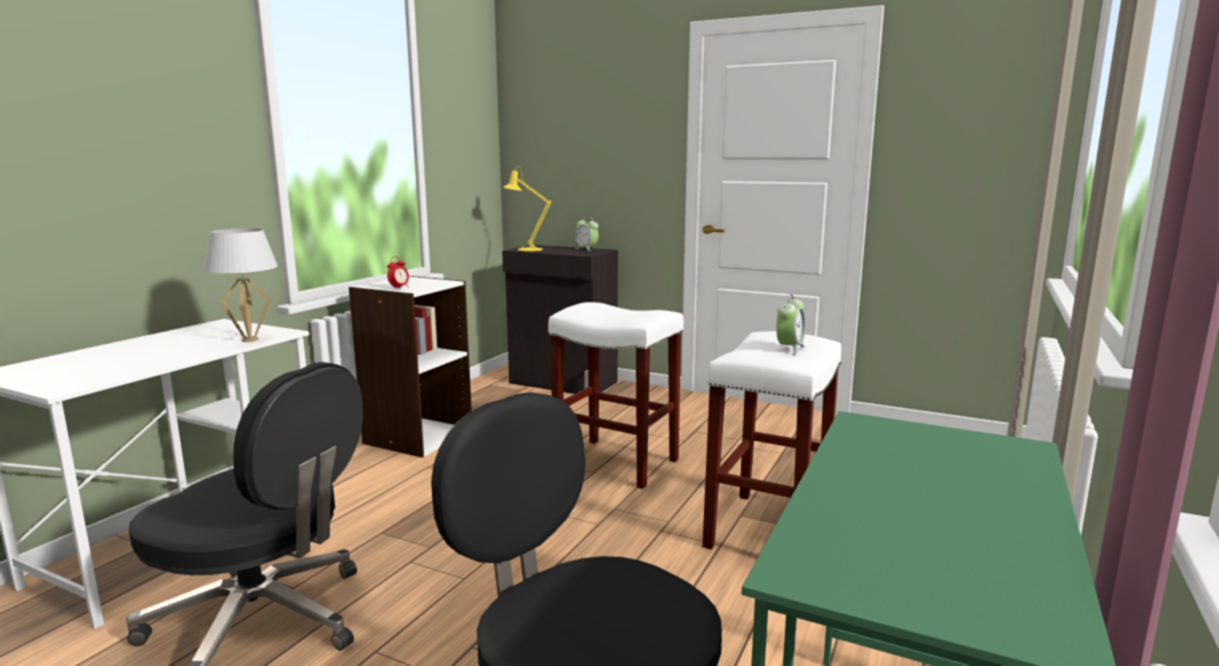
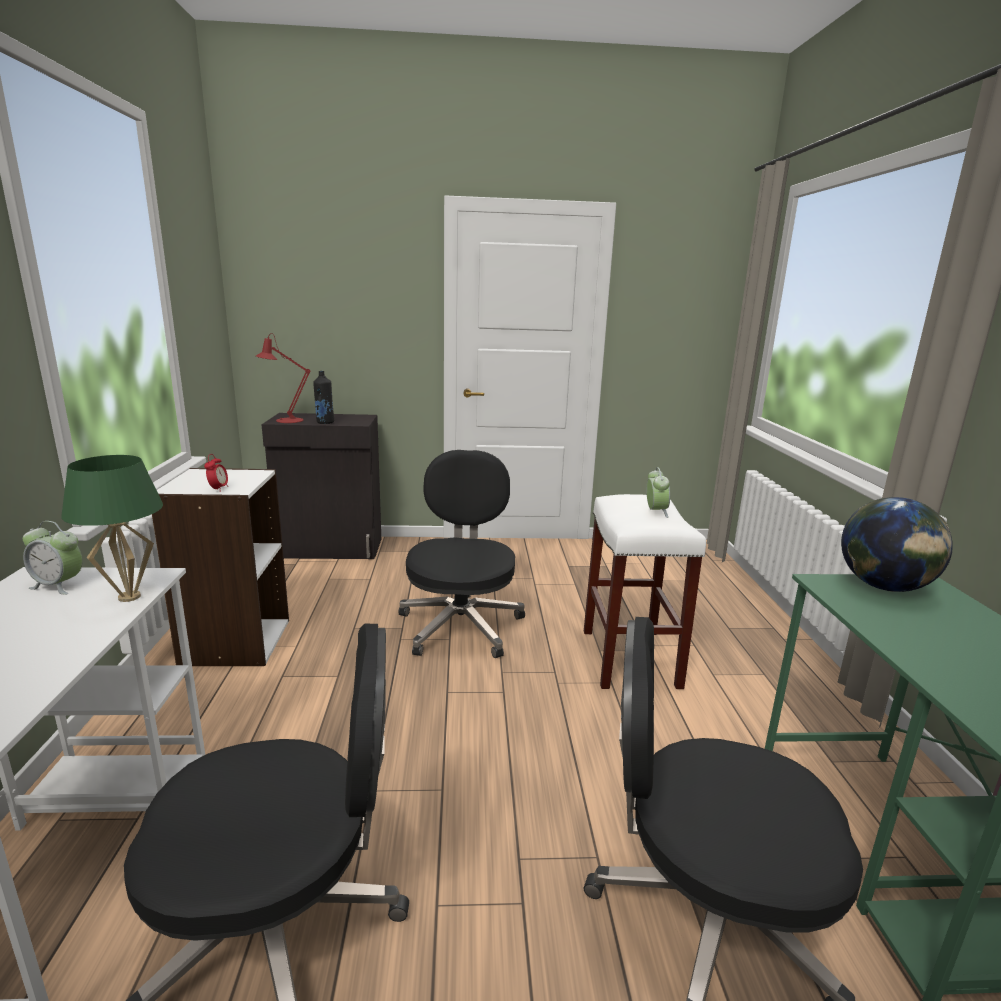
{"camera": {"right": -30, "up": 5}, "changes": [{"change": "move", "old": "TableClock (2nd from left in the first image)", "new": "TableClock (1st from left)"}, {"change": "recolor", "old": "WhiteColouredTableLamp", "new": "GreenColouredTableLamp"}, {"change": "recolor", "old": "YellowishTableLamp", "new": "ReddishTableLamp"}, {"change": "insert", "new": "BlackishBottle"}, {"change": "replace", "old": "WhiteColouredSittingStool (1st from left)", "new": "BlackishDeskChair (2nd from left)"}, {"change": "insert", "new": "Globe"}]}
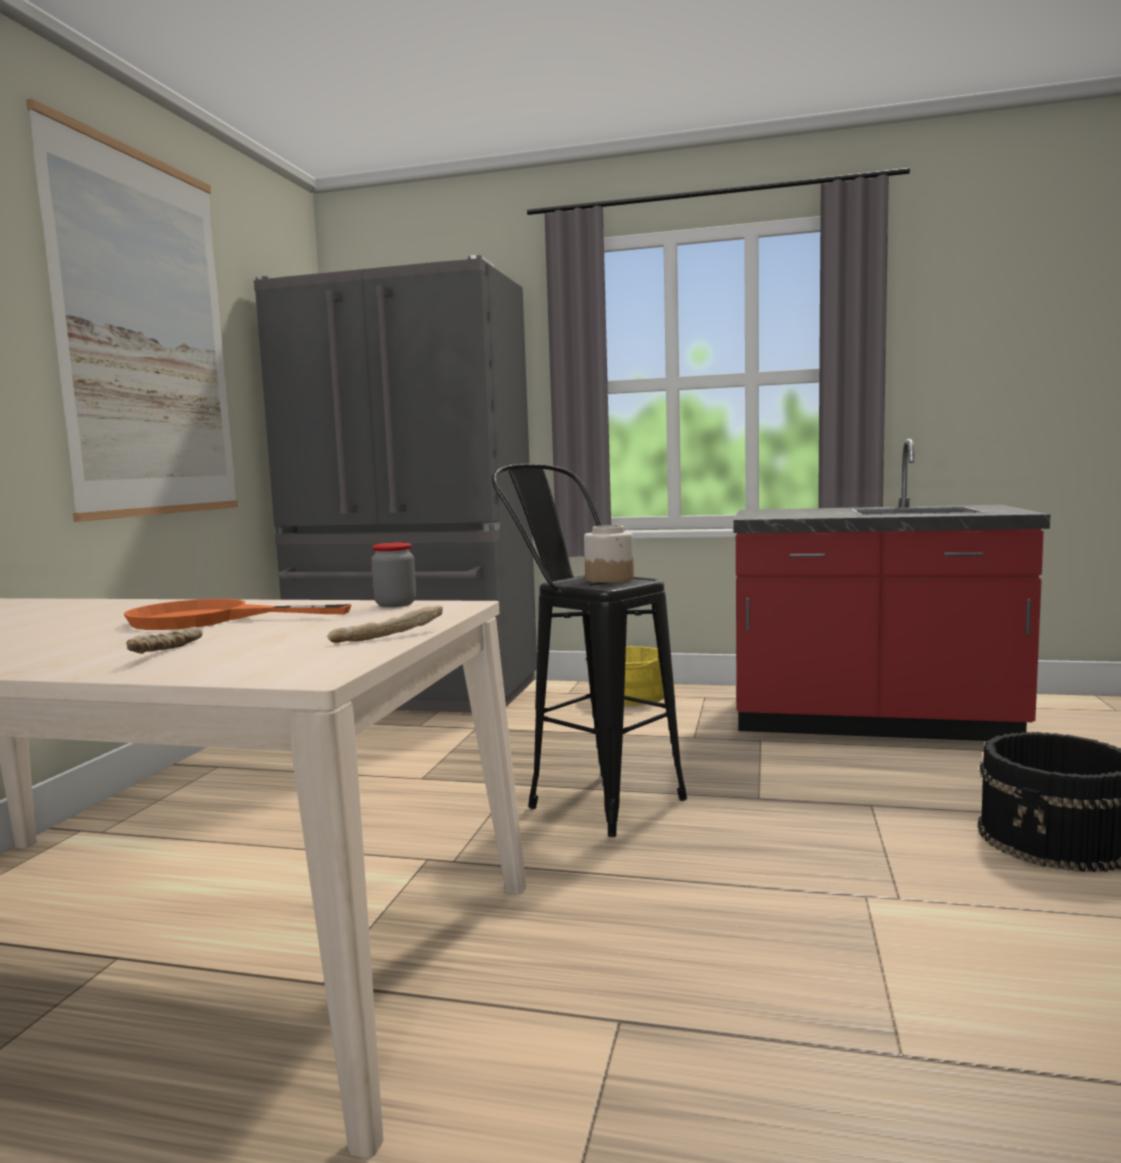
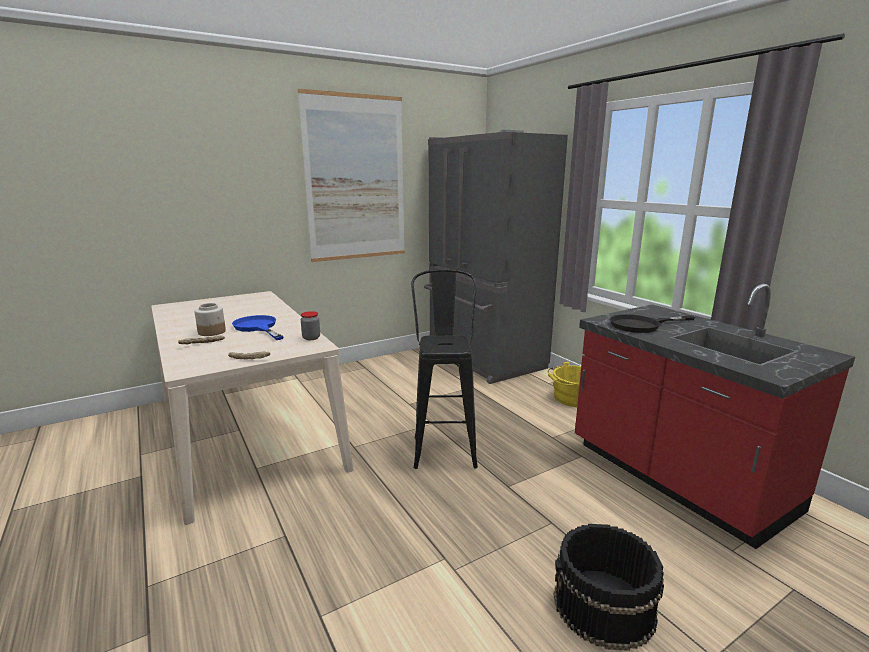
{"camera": {"right": 45, "up": 10}, "changes": [{"change": "move", "old": "Jar (2nd from left in the first image)", "new": "Jar (1st from left)"}, {"change": "recolor", "old": "OrangeyFryingPan", "new": "BlueColouredFryingPan"}, {"change": "insert", "new": "BlackishFryingPan"}]}
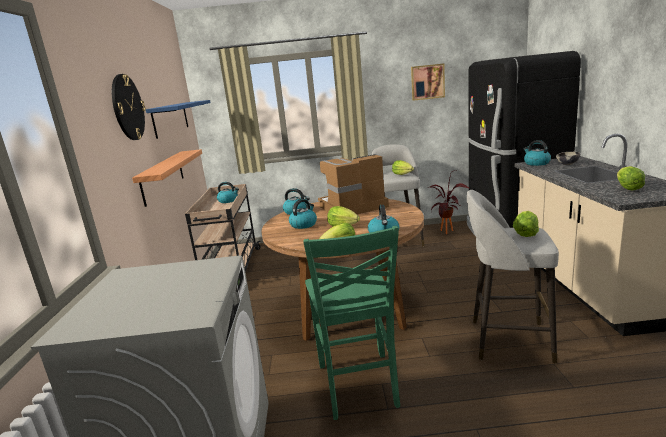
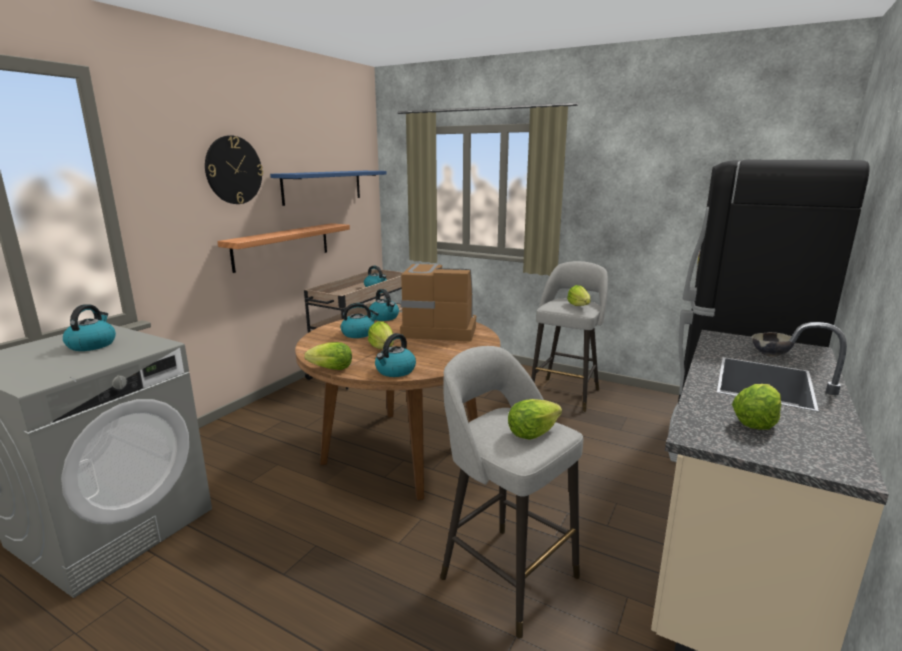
{"camera": {"right": 30, "up": 0}, "changes": [{"change": "move", "old": "Kettle (5th from left in the first image)", "new": "Kettle (1st from left)"}, {"change": "delete", "old": "GreenColouredUprightChair"}, {"change": "delete", "old": "WallPicture"}, {"change": "delete", "old": "PottedPlant"}]}
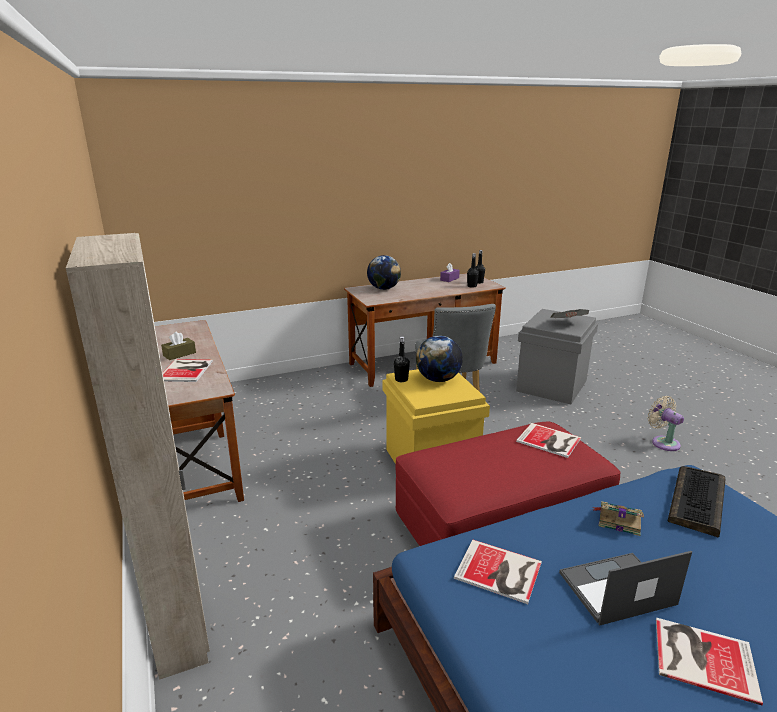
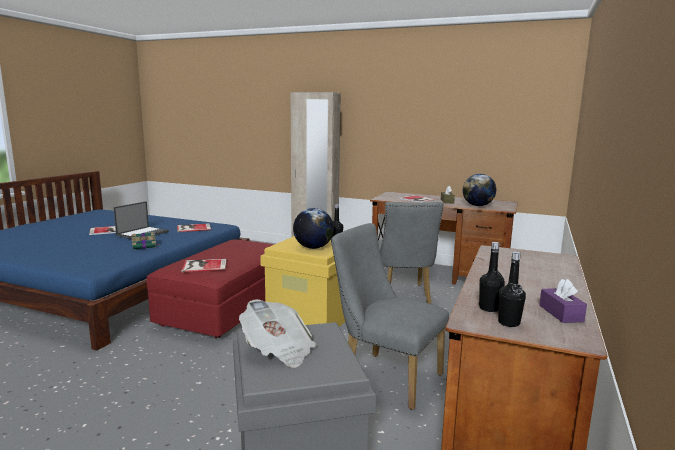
{"camera": {"right": 135, "up": -10}, "changes": [{"change": "insert", "new": "GreyishUprightChair (2nd from left)"}, {"change": "move", "old": "Globe (1st from left in the first image)", "new": "Globe (2nd from left)"}, {"change": "delete", "old": "BeigeCoolingFan"}, {"change": "delete", "old": "ComputerKeyboard"}]}
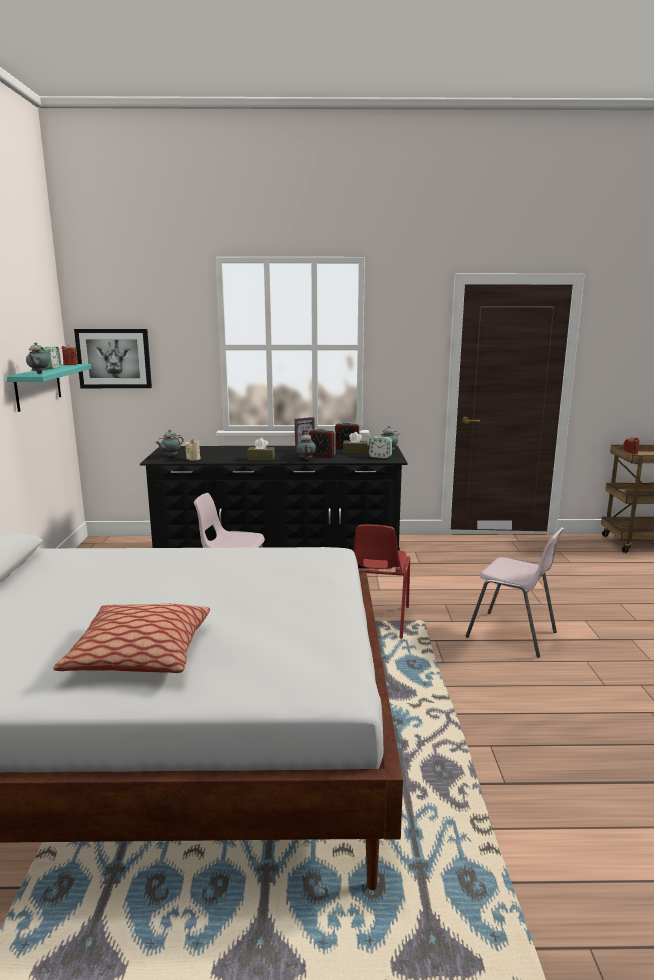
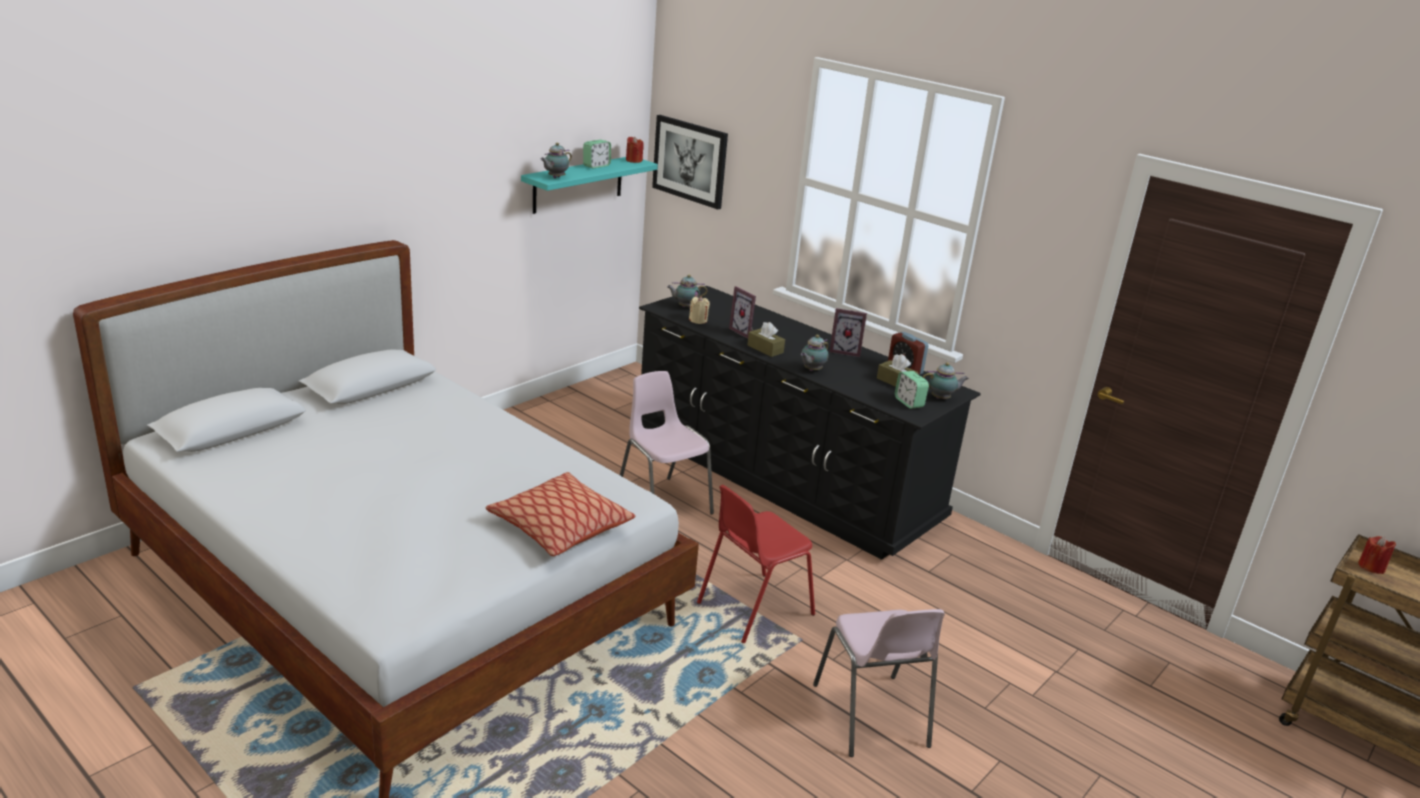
{"camera": {"right": 40, "up": 10}, "changes": [{"change": "move", "old": "Pillow"}, {"change": "insert", "new": "StandingFrame (1st from left)"}, {"change": "delete", "old": "TableClock (2nd from left)"}]}
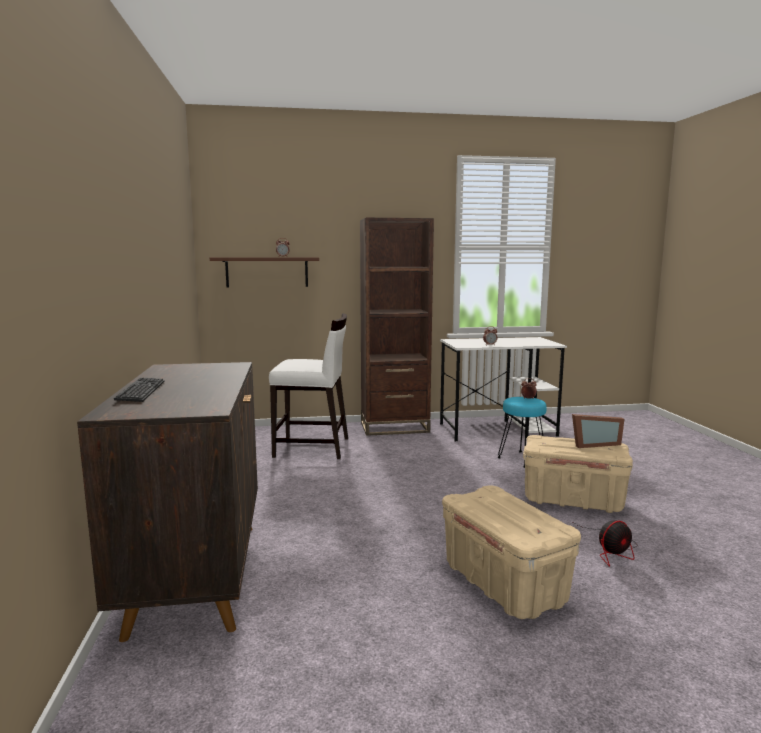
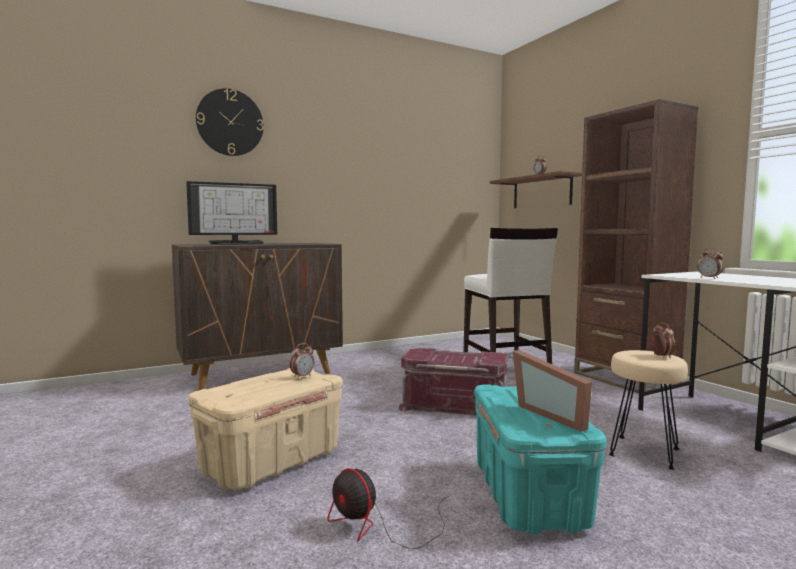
{"camera": {"right": 70, "up": -5}, "changes": [{"change": "insert", "new": "ComputerDisplay"}, {"change": "insert", "new": "WallClock"}, {"change": "insert", "new": "TableClock (1st from left)"}, {"change": "insert", "new": "ReddishStorageContainer"}, {"change": "recolor", "old": "BeigeStorageContainer (2nd from left)", "new": "BlueGreenStorageContainer"}, {"change": "recolor", "old": "BlueGreenSittingStool", "new": "BeigeSittingStool"}]}
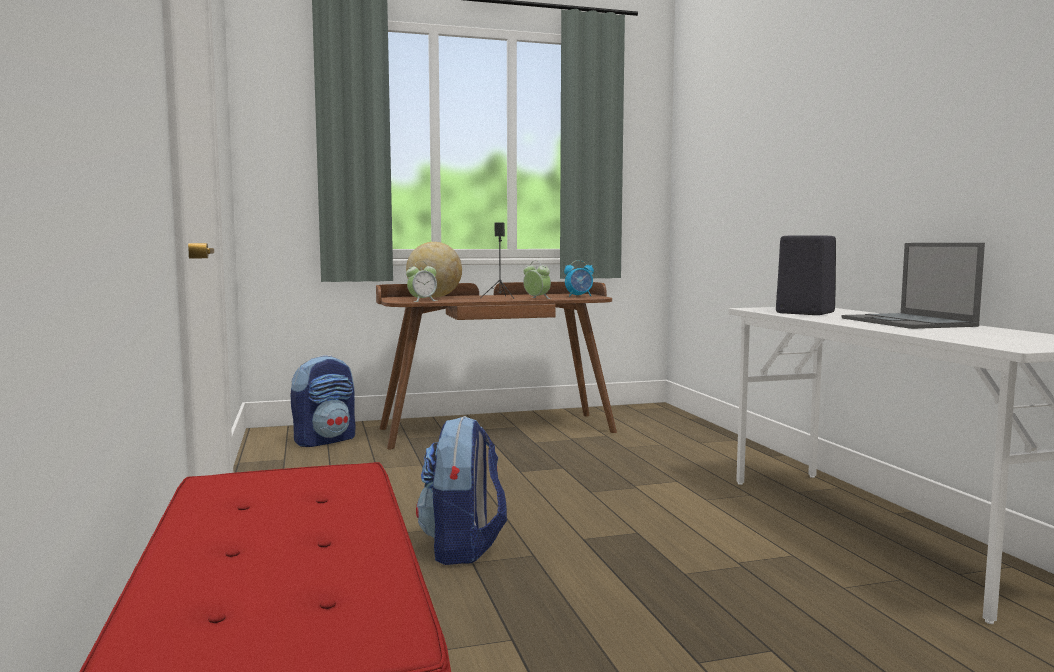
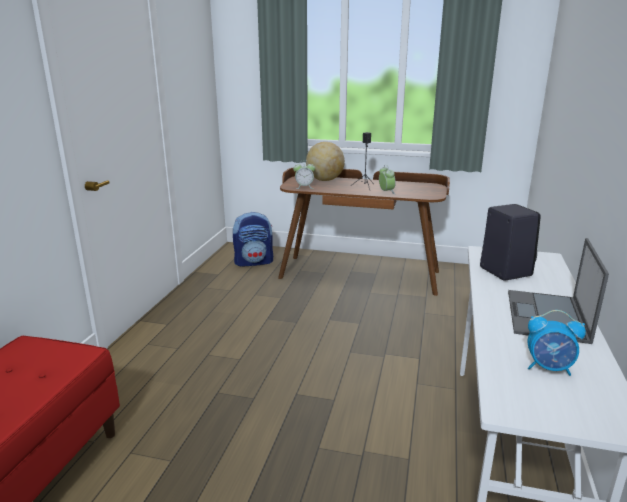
{"camera": {"right": 30, "up": 15}, "changes": [{"change": "move", "old": "TableClock (3rd from left)"}, {"change": "delete", "old": "Knapsack (2nd from left)"}]}
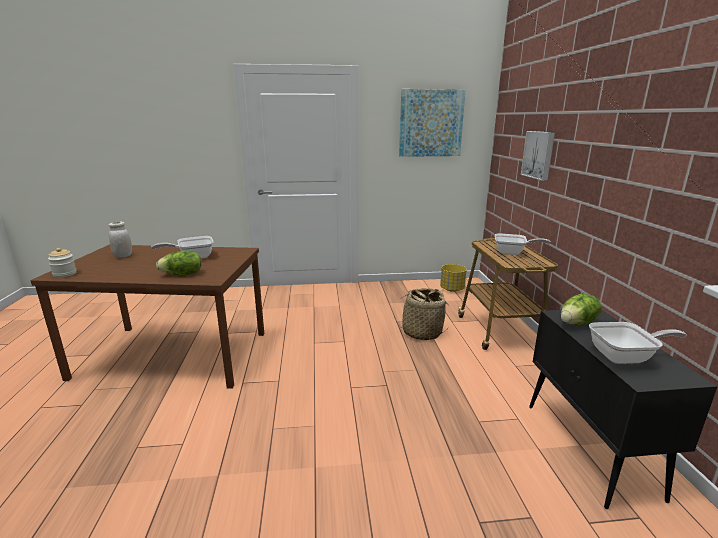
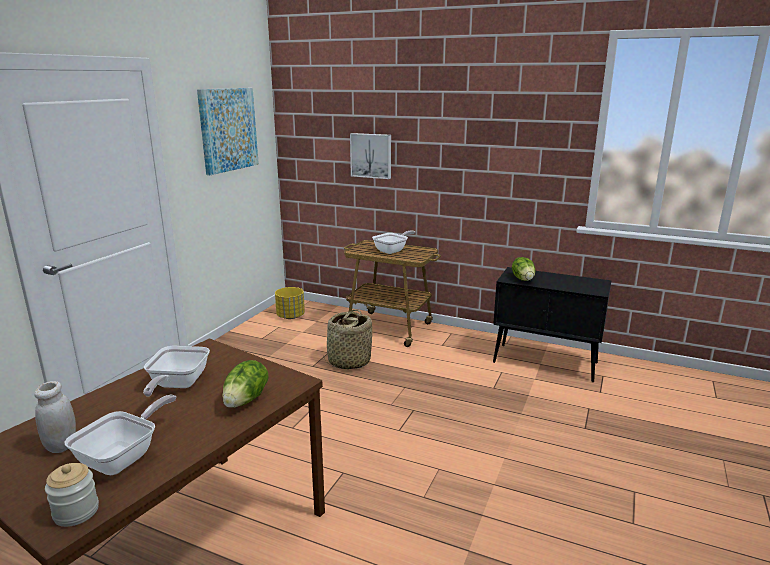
{"camera": {"right": -60, "up": 0}, "changes": [{"change": "move", "old": "FryingPan (3rd from left in the first image)", "new": "FryingPan (1st from left)"}]}
